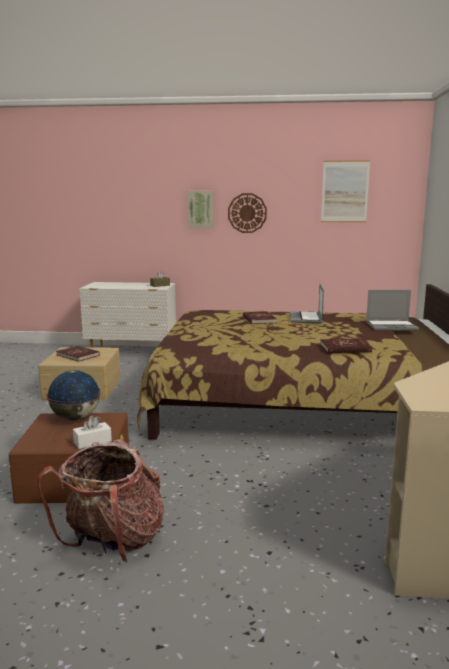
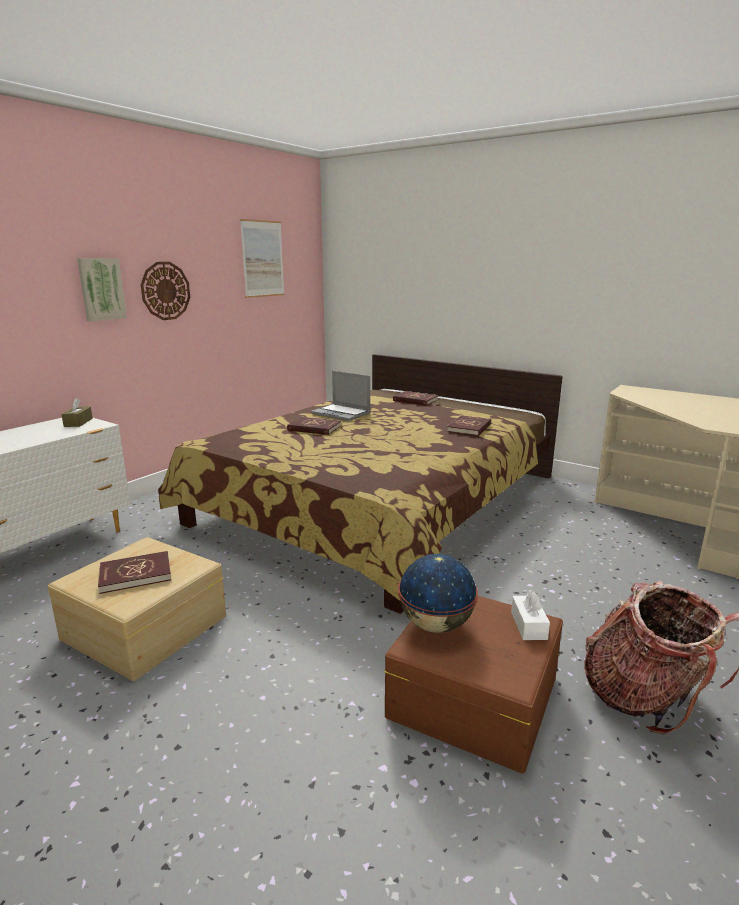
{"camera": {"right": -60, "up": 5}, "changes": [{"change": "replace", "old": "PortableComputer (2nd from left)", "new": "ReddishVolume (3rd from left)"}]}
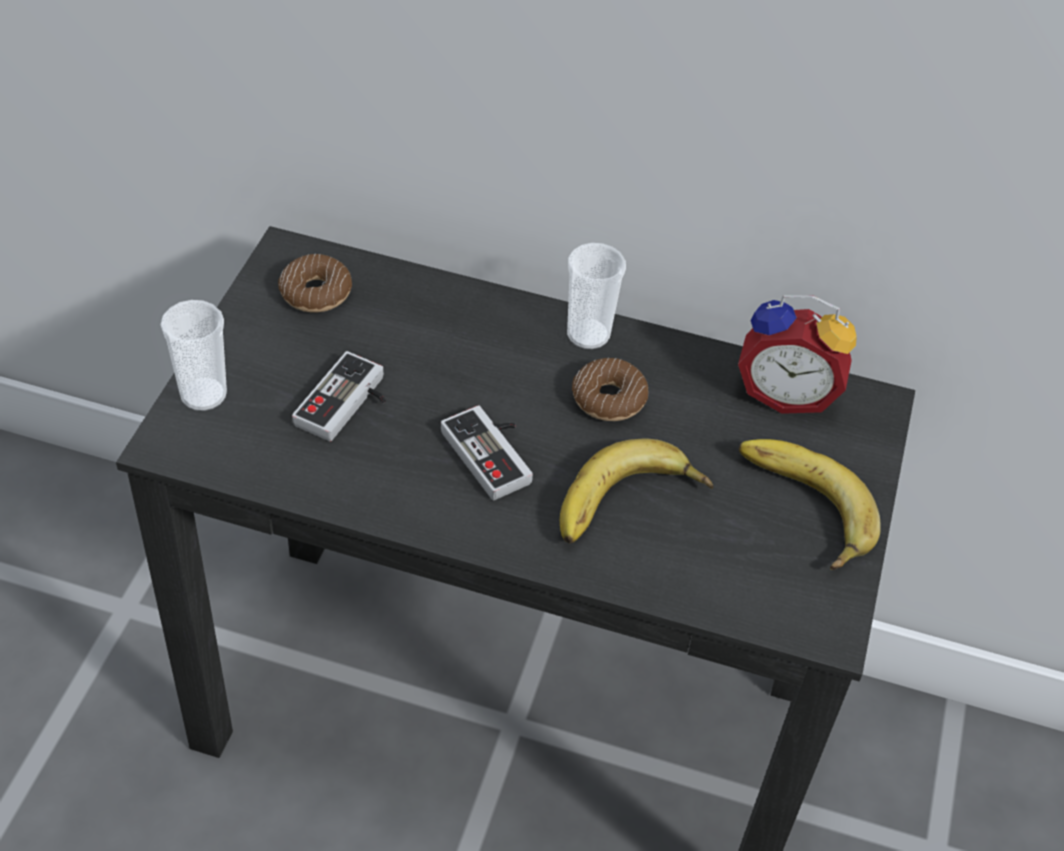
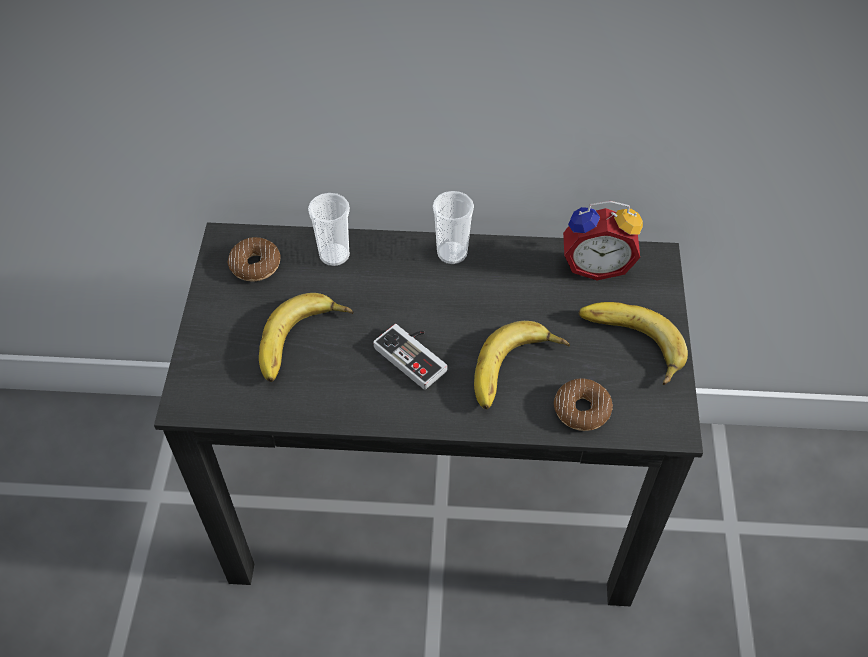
{"camera": {"right": -10, "up": 5}, "changes": [{"change": "replace", "old": "Gamepad (1st from left)", "new": "WholeBanana (1st from left)"}, {"change": "move", "old": "Cup (1st from left)"}, {"change": "move", "old": "Doughnut (2nd from left)"}]}
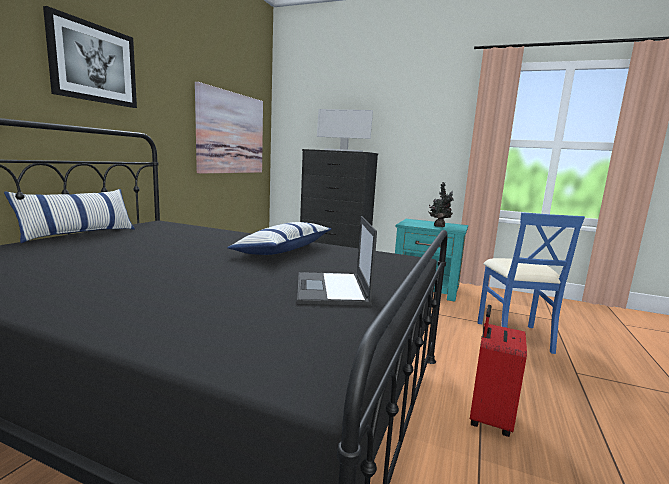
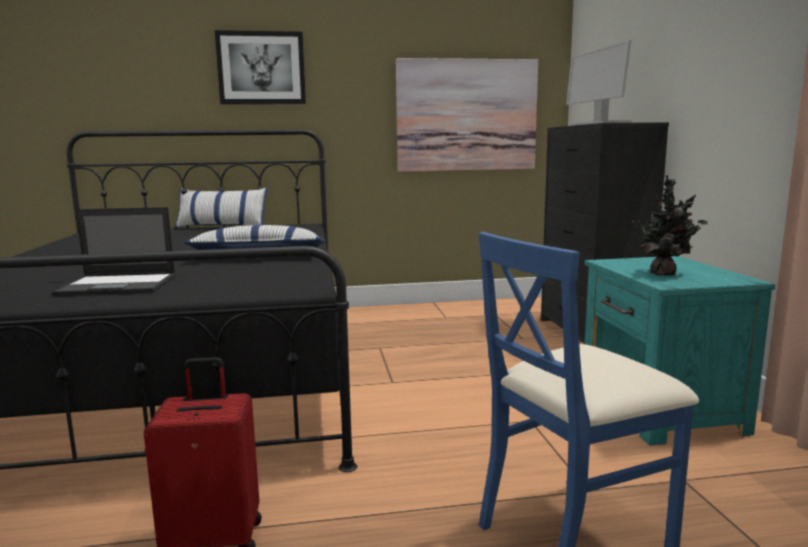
{"camera": {"right": 60, "up": 0}, "changes": [{"change": "rotate", "old": "PortableComputer", "degrees": -150}]}
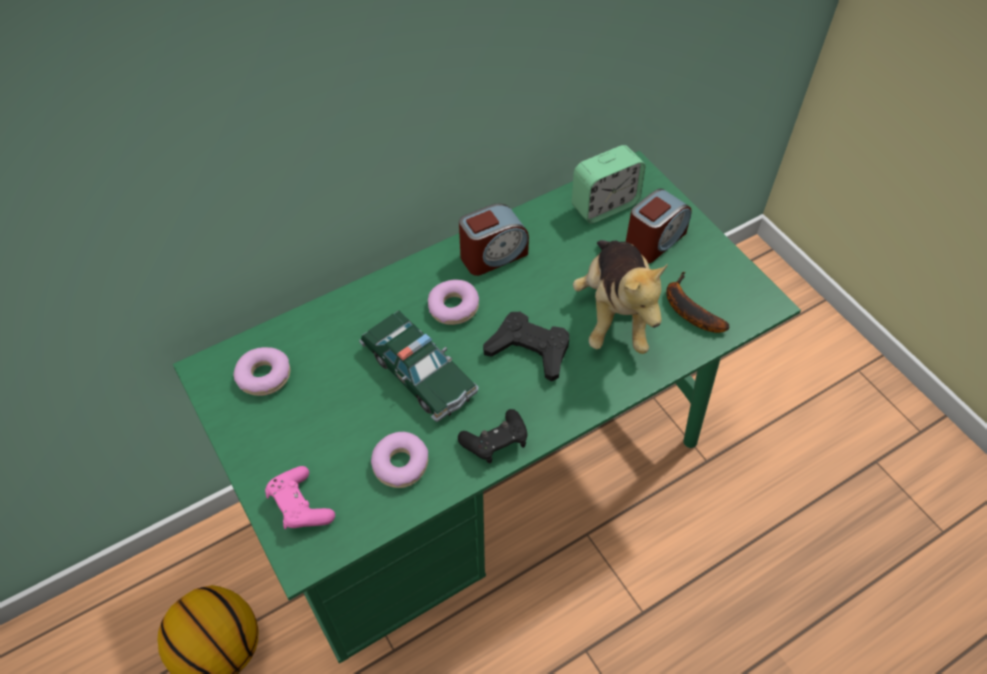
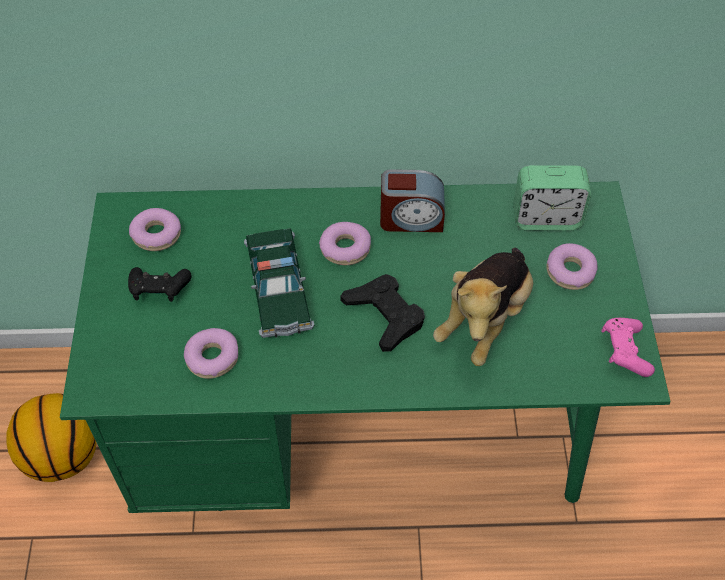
{"camera": {"right": 30, "up": 0}, "changes": [{"change": "move", "old": "BlackishGamepad (1st from left)"}, {"change": "replace", "old": "TableClock (3rd from left)", "new": "Doughnut (4th from left)"}, {"change": "move", "old": "PinkColouredGamepad"}, {"change": "delete", "old": "WholeBanana"}]}
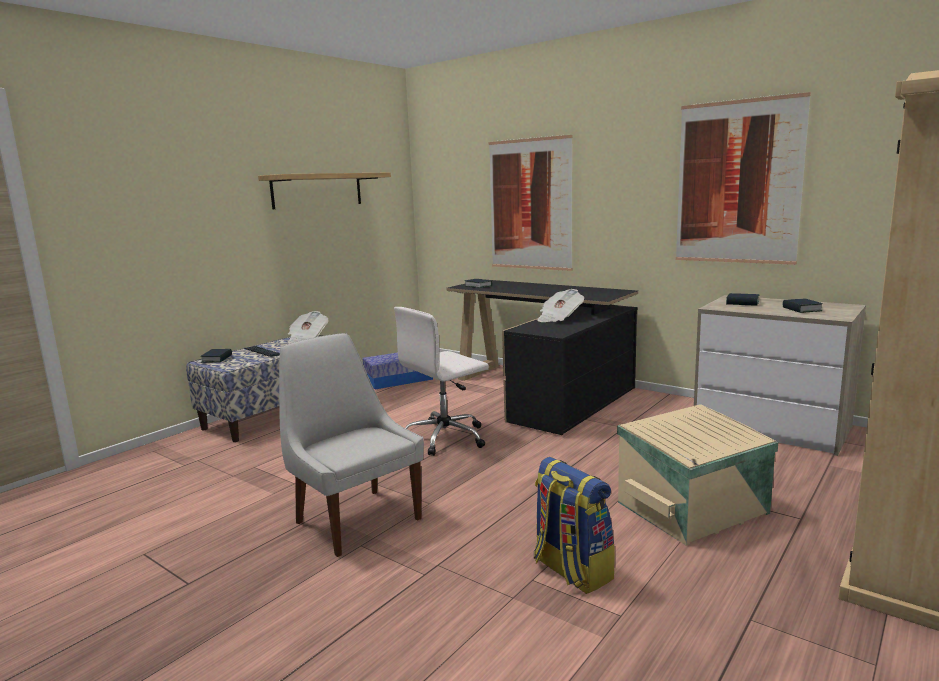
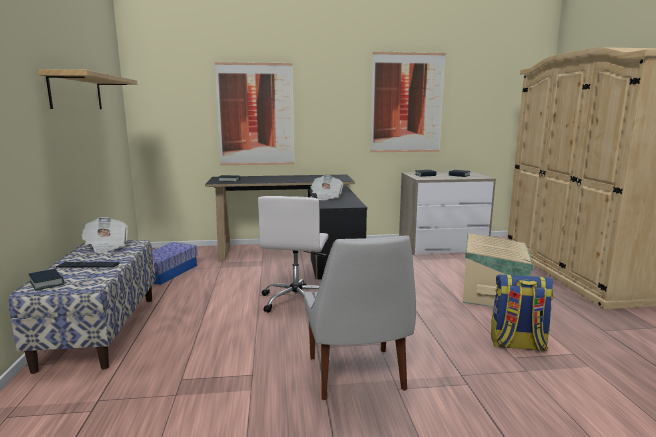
{"camera": {"right": -45, "up": 0}, "changes": [{"change": "rotate", "old": "WhiteColouredUprightChair", "degrees": -105}]}
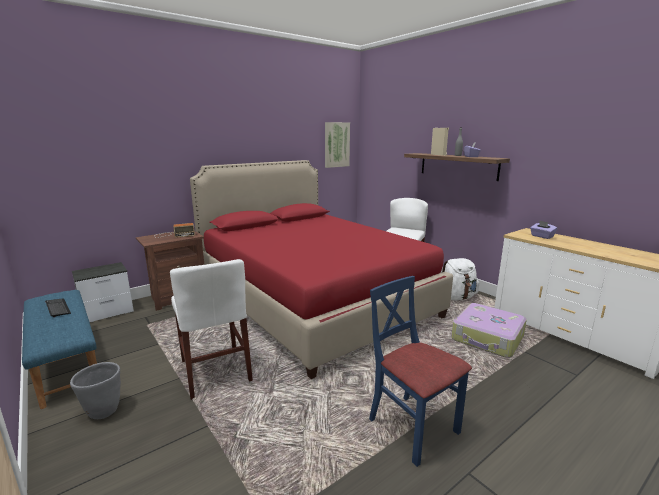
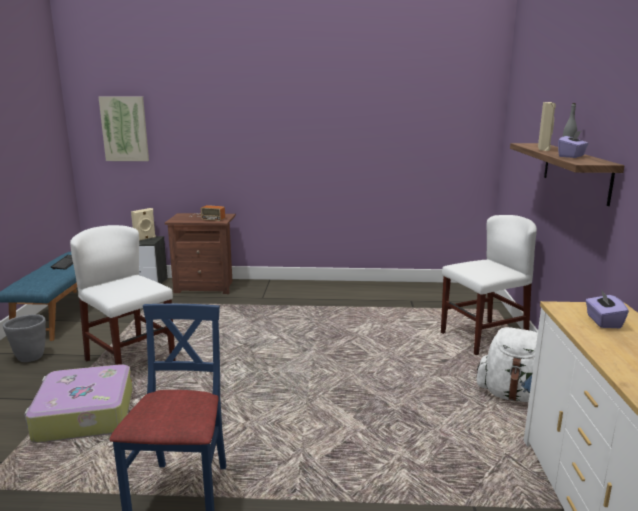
{"camera": {"right": 40, "up": 0}, "changes": [{"change": "move", "old": "TravelCase"}, {"change": "rotate", "old": "WhiteColouredUprightChair (1st from left)", "degrees": 120}, {"change": "move", "old": "WallPicture"}, {"change": "insert", "new": "BeigeAudioSpeaker (1st from left)"}, {"change": "delete", "old": "ReddishSleepingBed"}]}
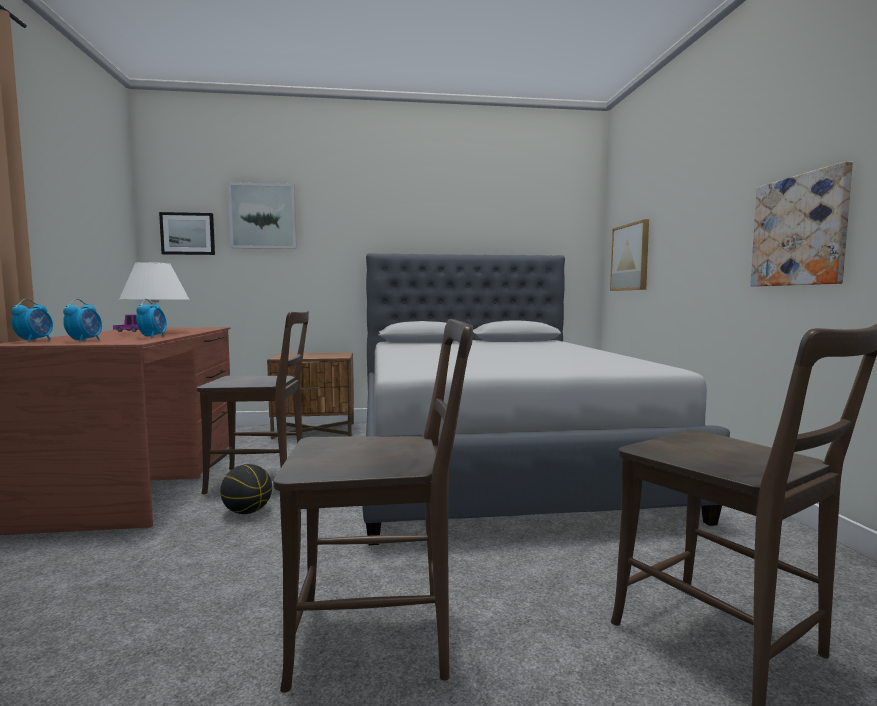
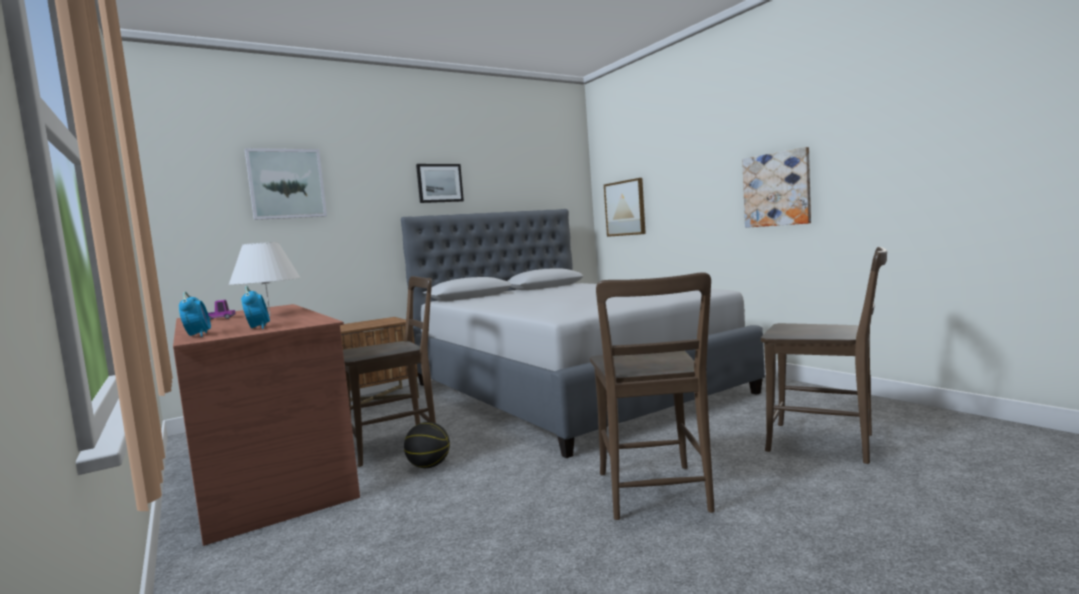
{"camera": {"right": -25, "up": 0}, "changes": [{"change": "move", "old": "WallPicture (1st from left in the first image)", "new": "WallPicture (2nd from left)"}, {"change": "rotate", "old": "BrownishUprightChair (2nd from left)", "degrees": 120}, {"change": "delete", "old": "TableClock (3rd from left)"}]}
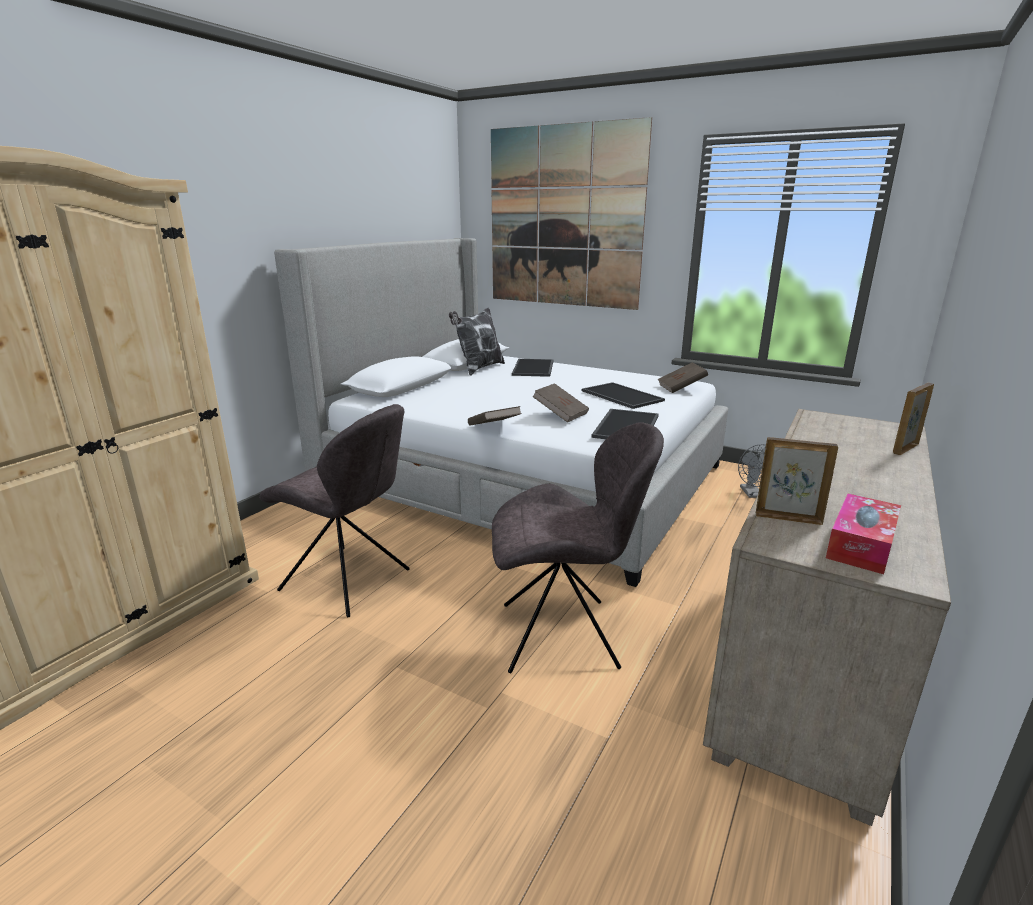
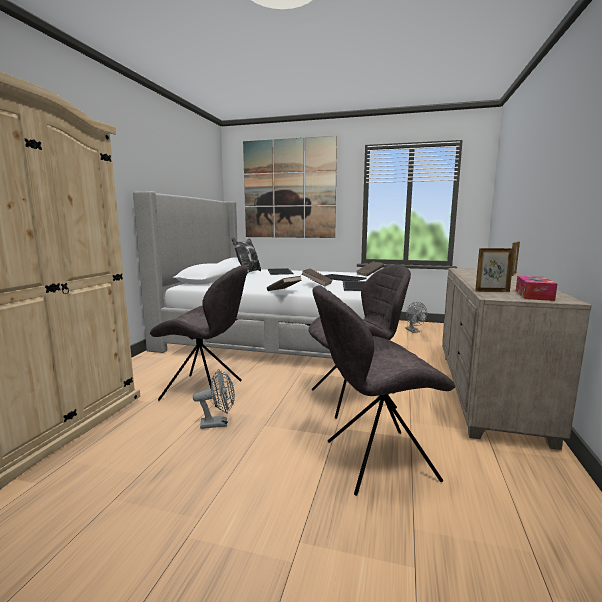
{"camera": {"right": -15, "up": -10}, "changes": [{"change": "insert", "new": "GreyishCoolingFan (1st from left)"}, {"change": "insert", "new": "GreyishUprightChair (3rd from left)"}]}
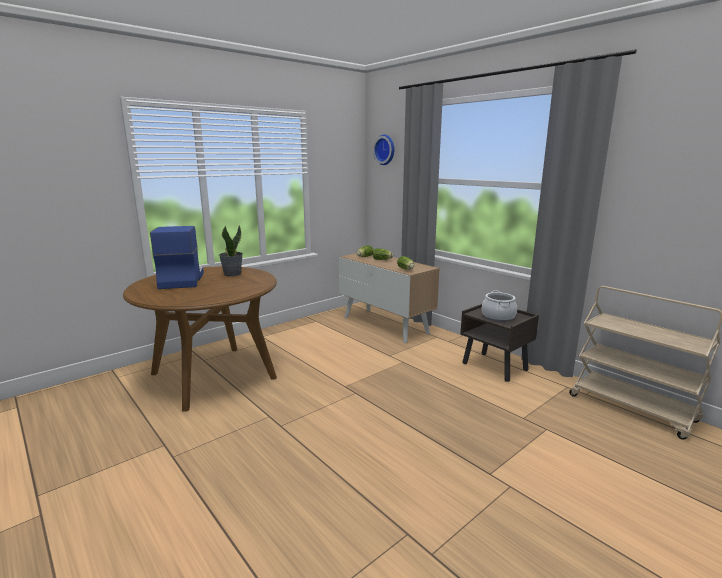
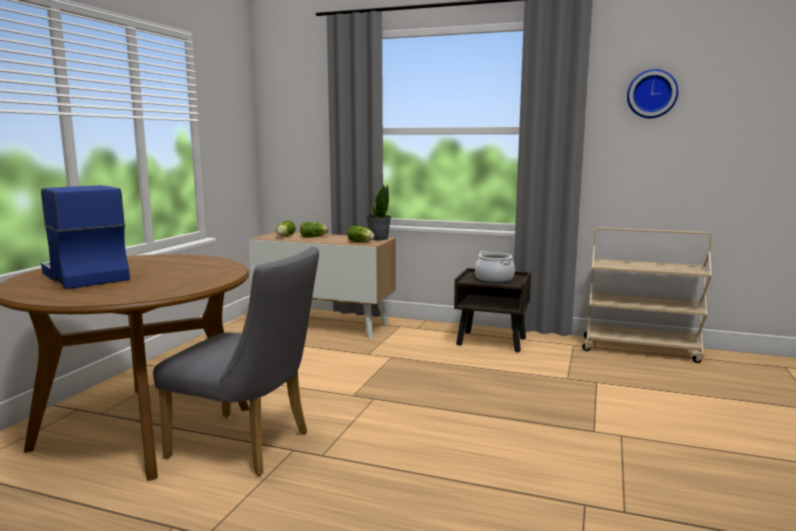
{"camera": {"right": -30, "up": -5}, "changes": [{"change": "insert", "new": "GreyishUprightChair"}, {"change": "move", "old": "PottedPlant"}, {"change": "move", "old": "WallClock"}]}
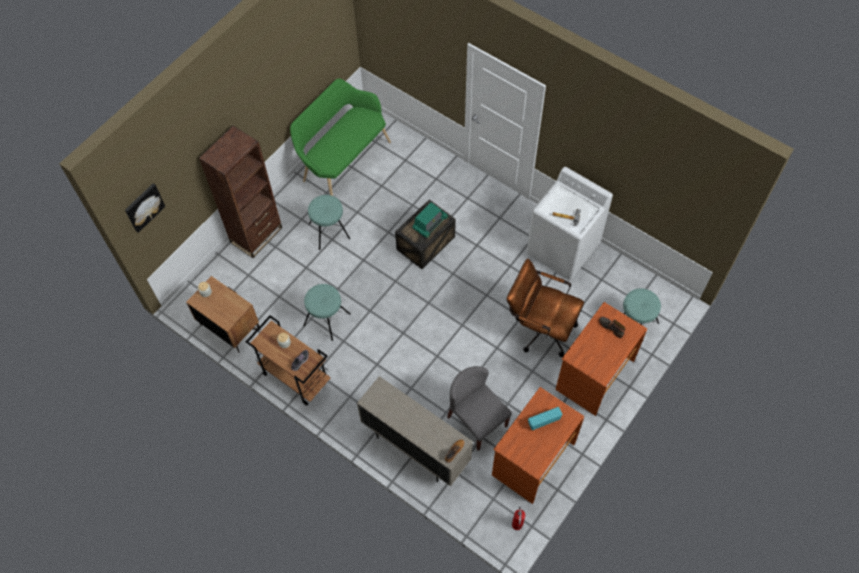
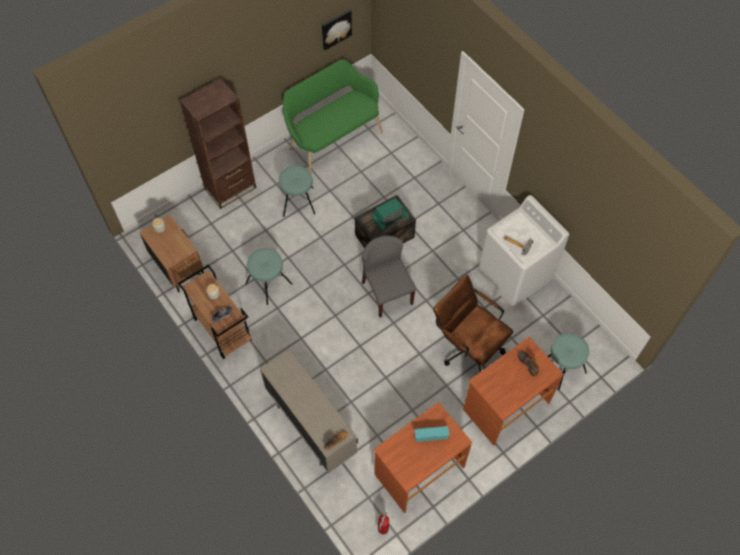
{"camera": {"right": 15, "up": 0}, "changes": [{"change": "move", "old": "WallPicture"}, {"change": "move", "old": "GreyishUprightChair"}]}
